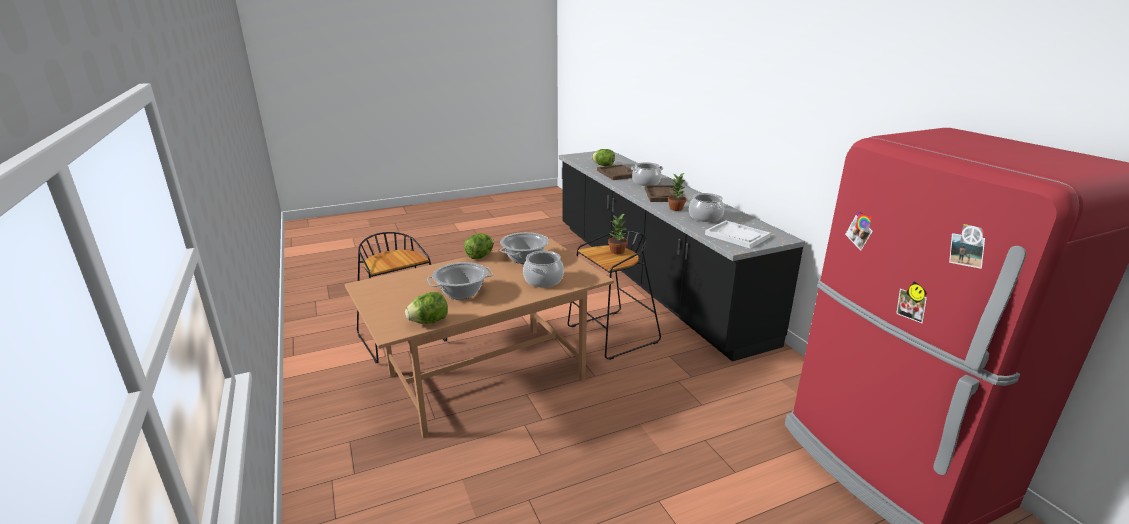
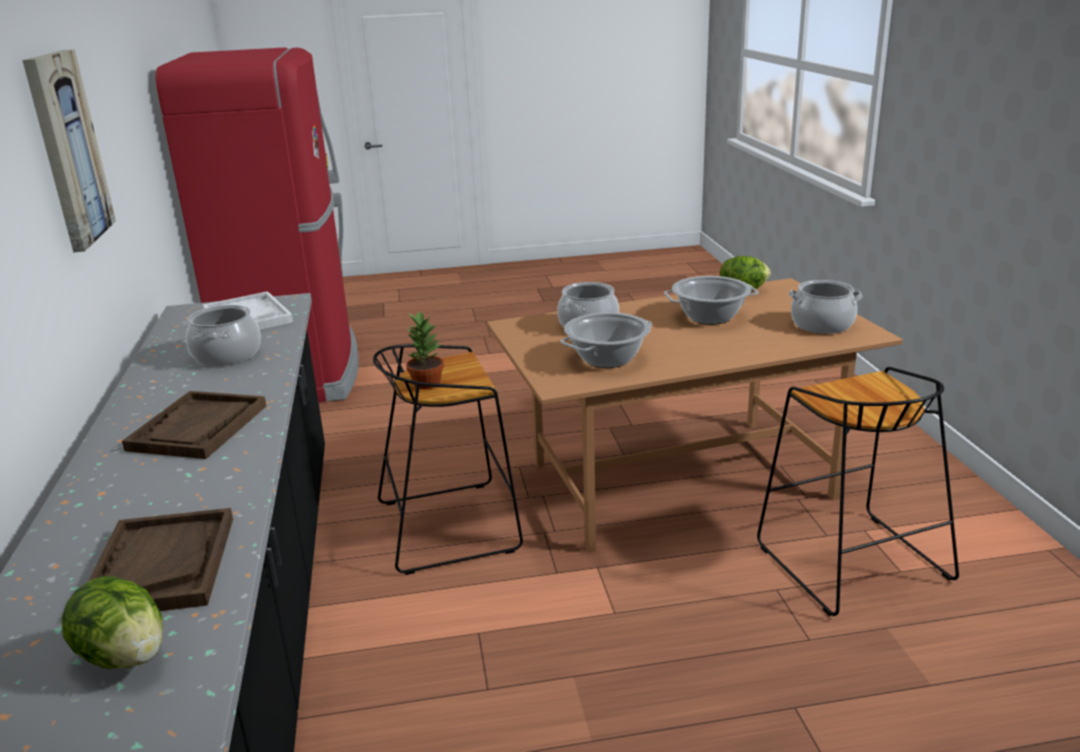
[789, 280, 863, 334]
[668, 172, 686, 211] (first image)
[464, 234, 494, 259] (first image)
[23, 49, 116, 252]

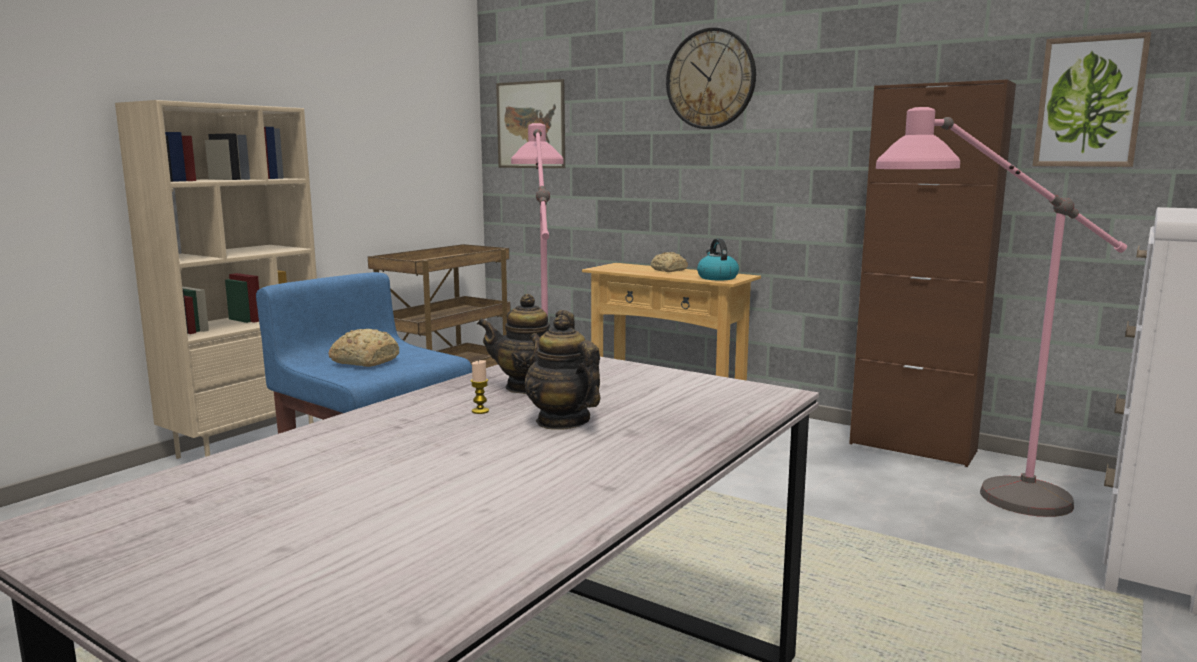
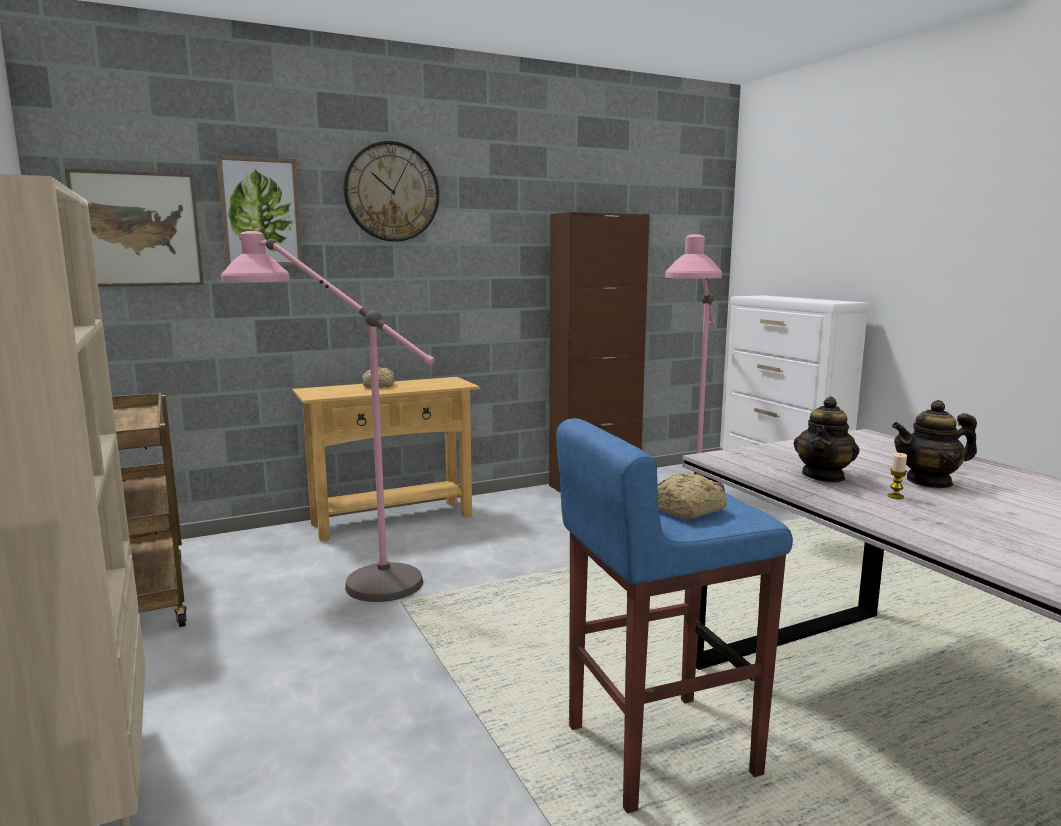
[216, 155, 303, 266]
[697, 238, 739, 280] (first image)

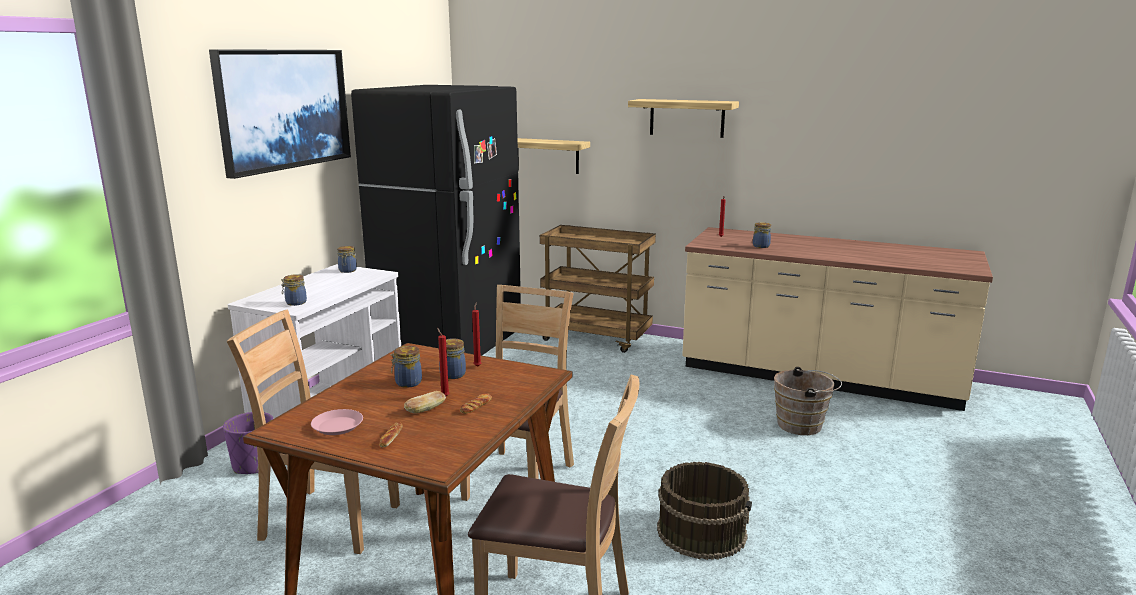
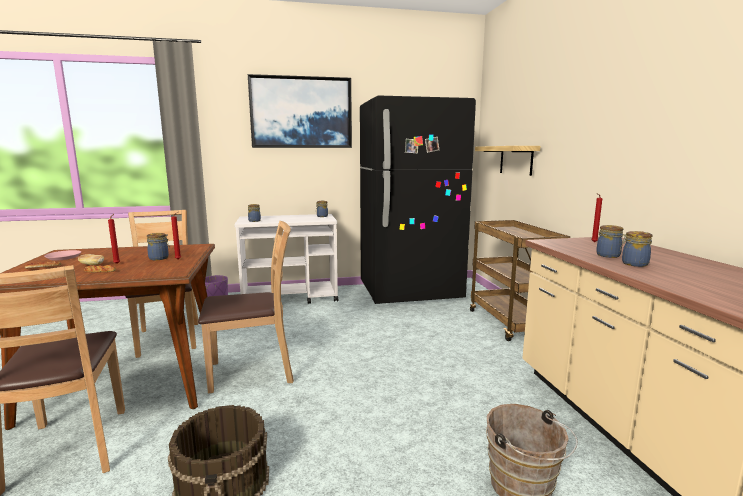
[628, 99, 739, 138] (first image)
[620, 231, 652, 267]

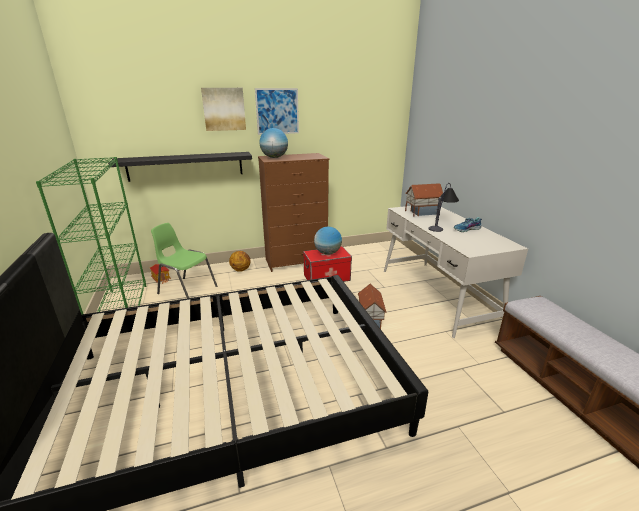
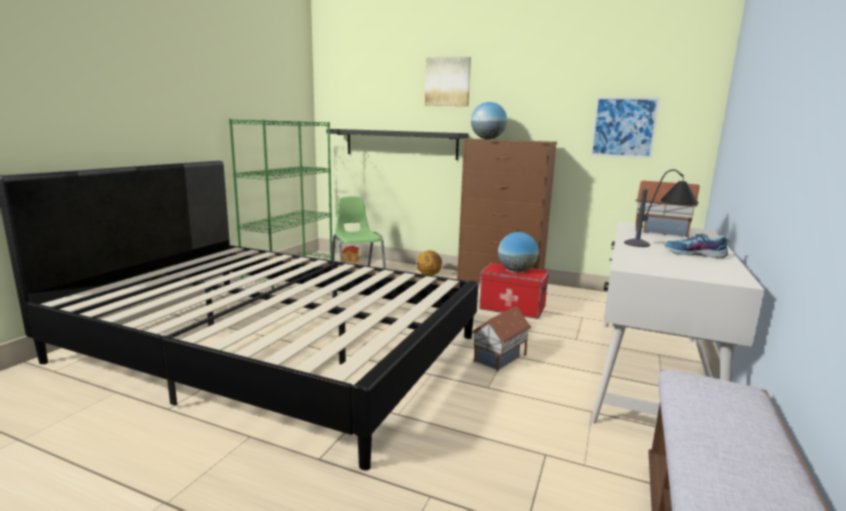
[590, 97, 660, 158]

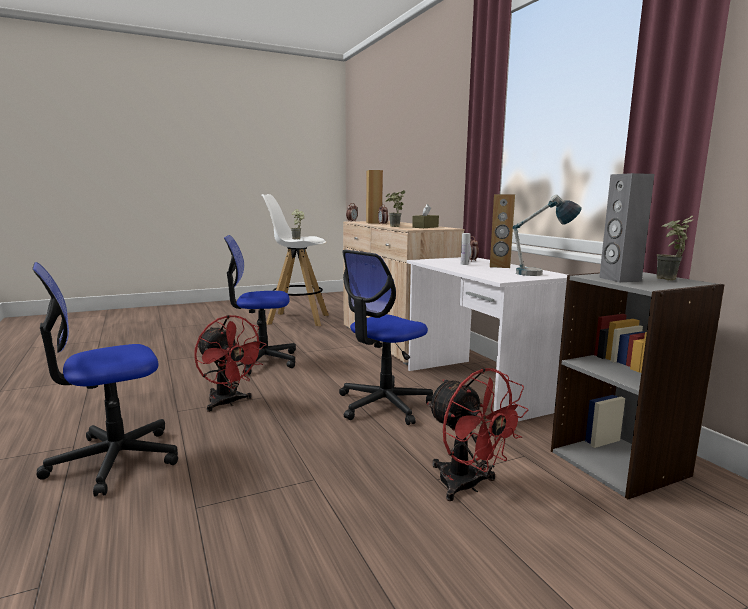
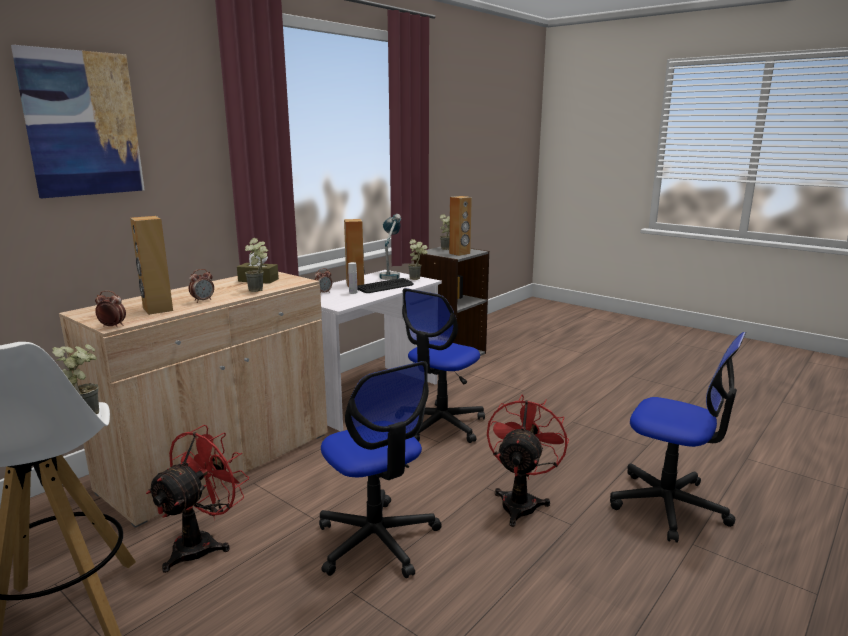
[449, 196, 472, 256]
[402, 288, 485, 443]
[146, 425, 249, 573]
[11, 45, 145, 198]
[408, 239, 428, 280]
[357, 278, 414, 293]

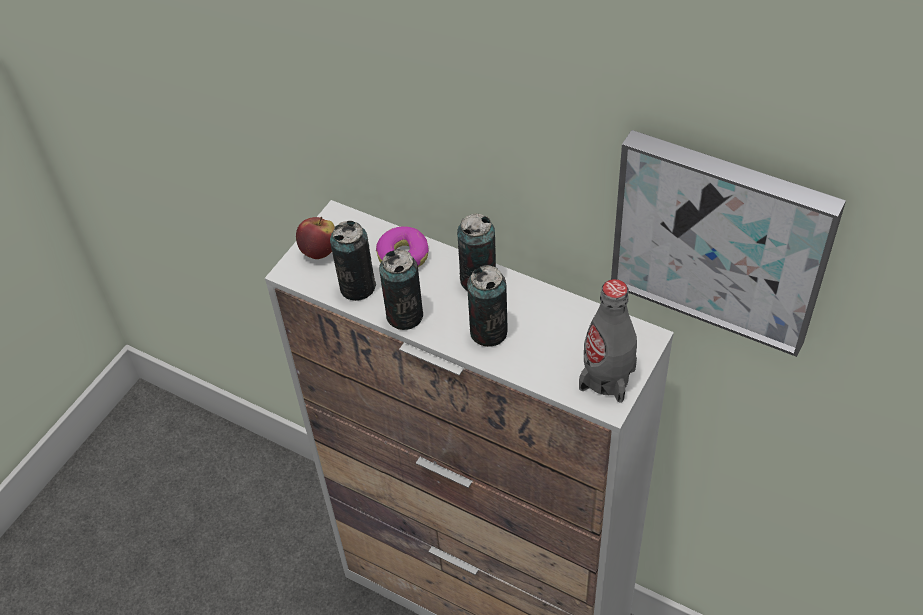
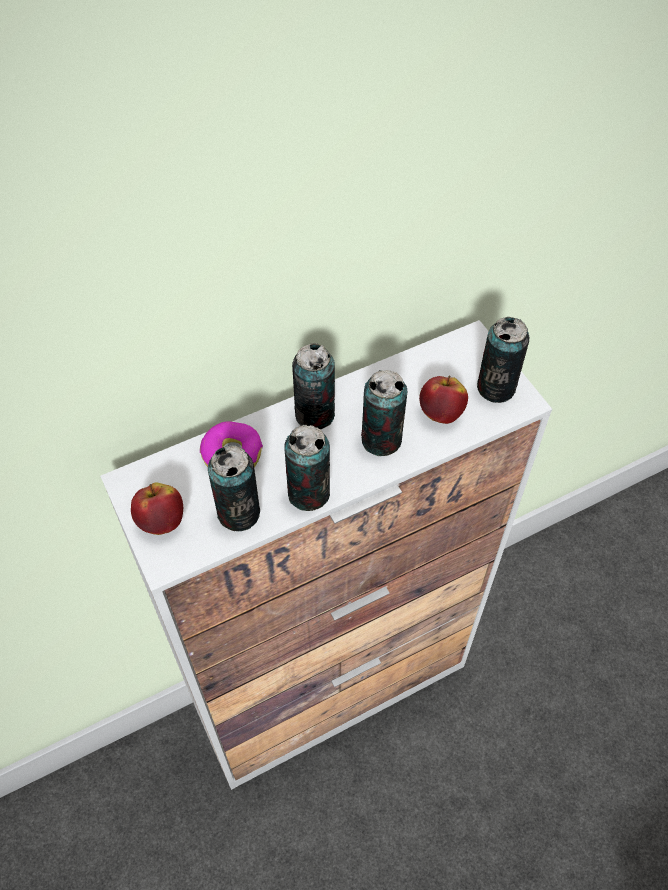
[611, 130, 846, 357] (first image)
[477, 317, 529, 403]
[419, 375, 468, 424]

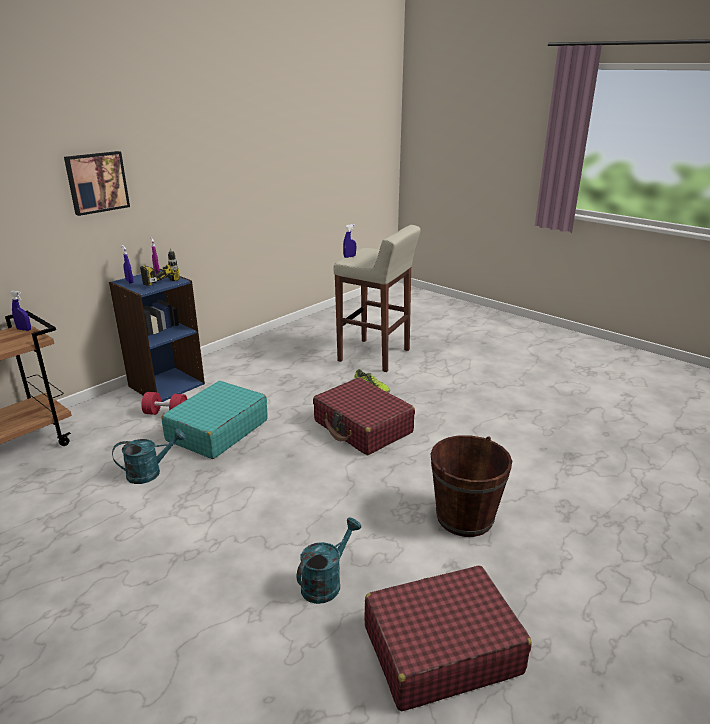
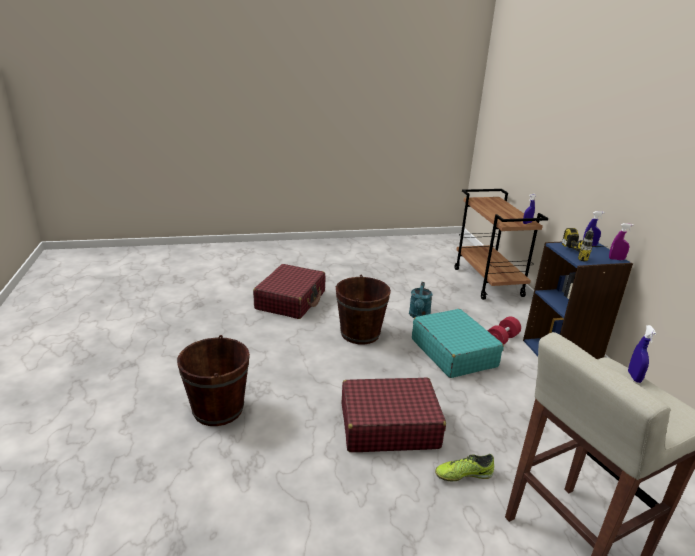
[64, 151, 130, 216] (first image)
[297, 518, 361, 604] (first image)
[253, 264, 326, 319]
[336, 275, 391, 344]

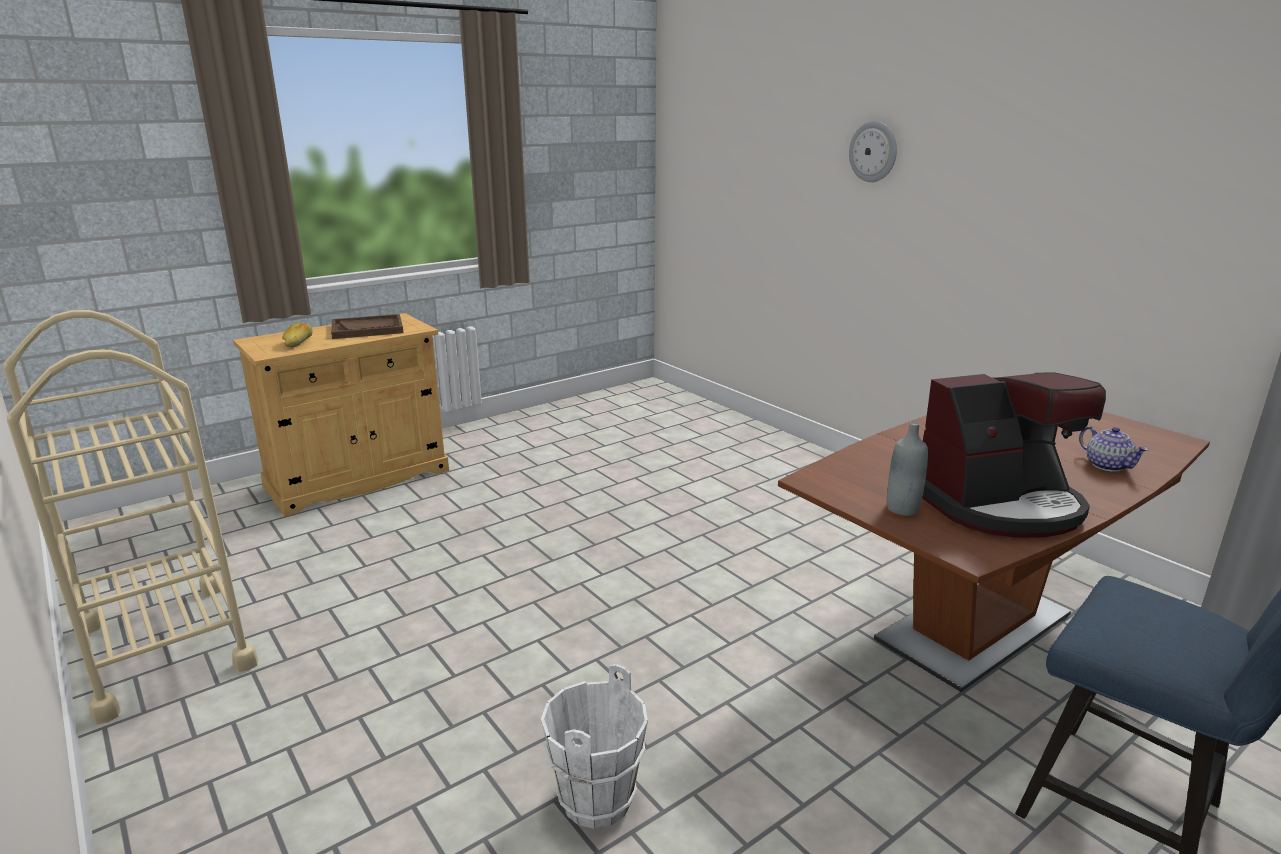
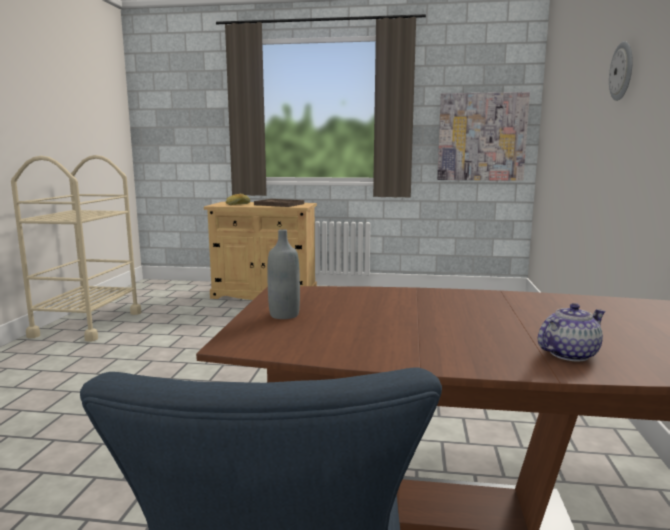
[922, 372, 1106, 538] (first image)
[538, 303, 606, 362]
[541, 664, 648, 829] (first image)
[437, 92, 530, 181]

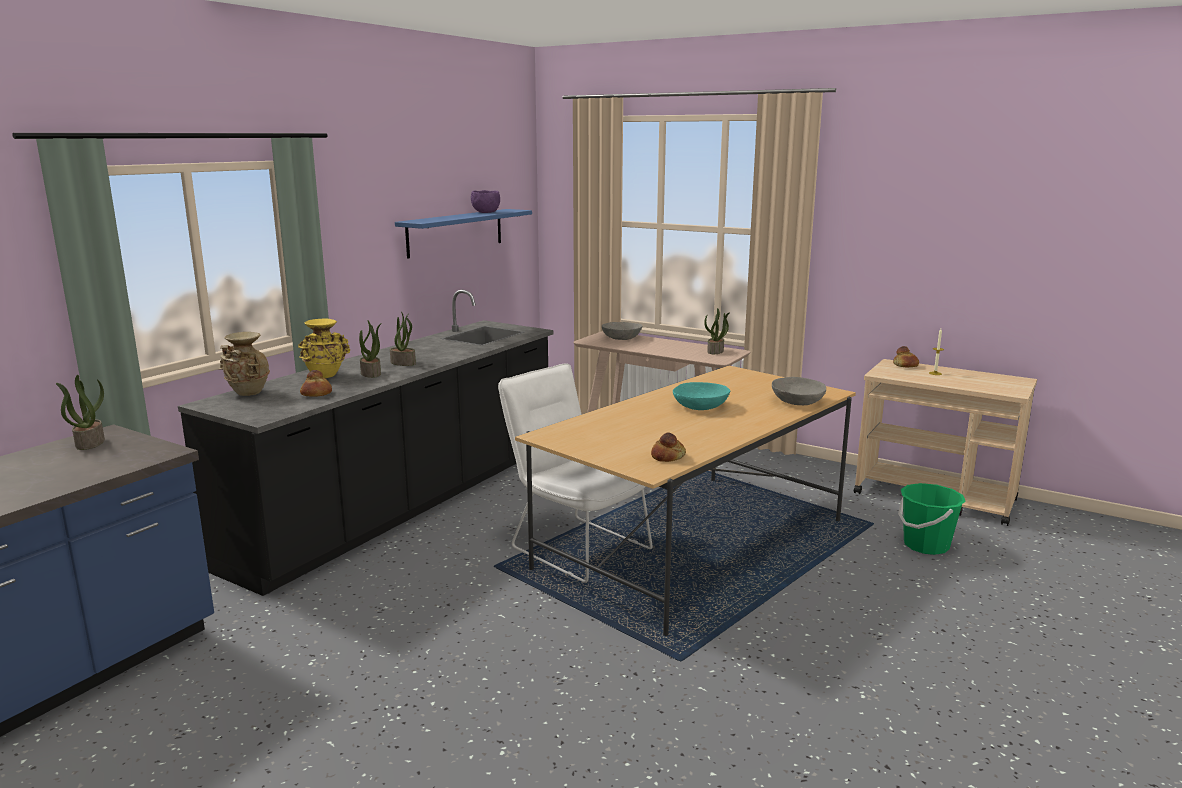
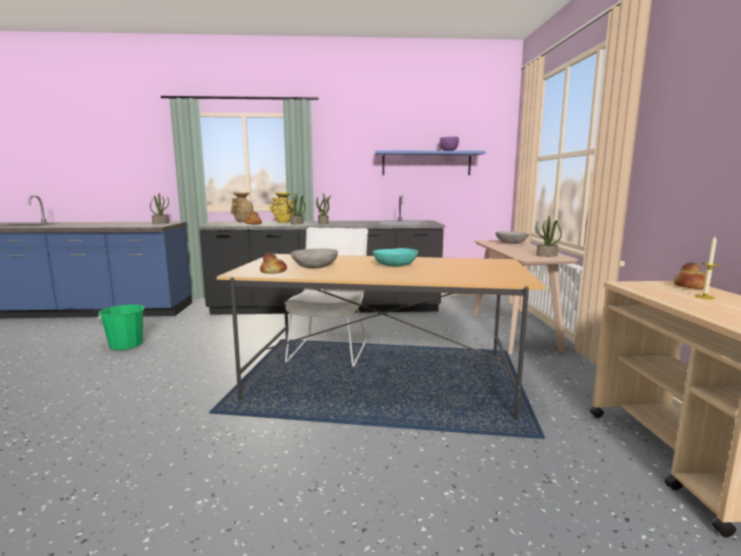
[291, 248, 338, 268]
[98, 305, 145, 350]

